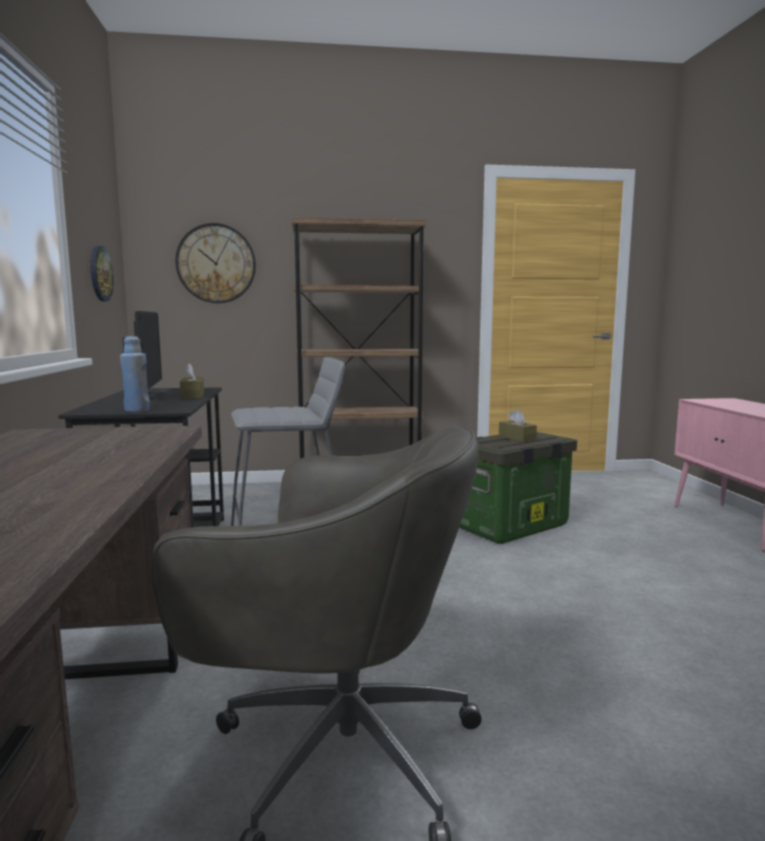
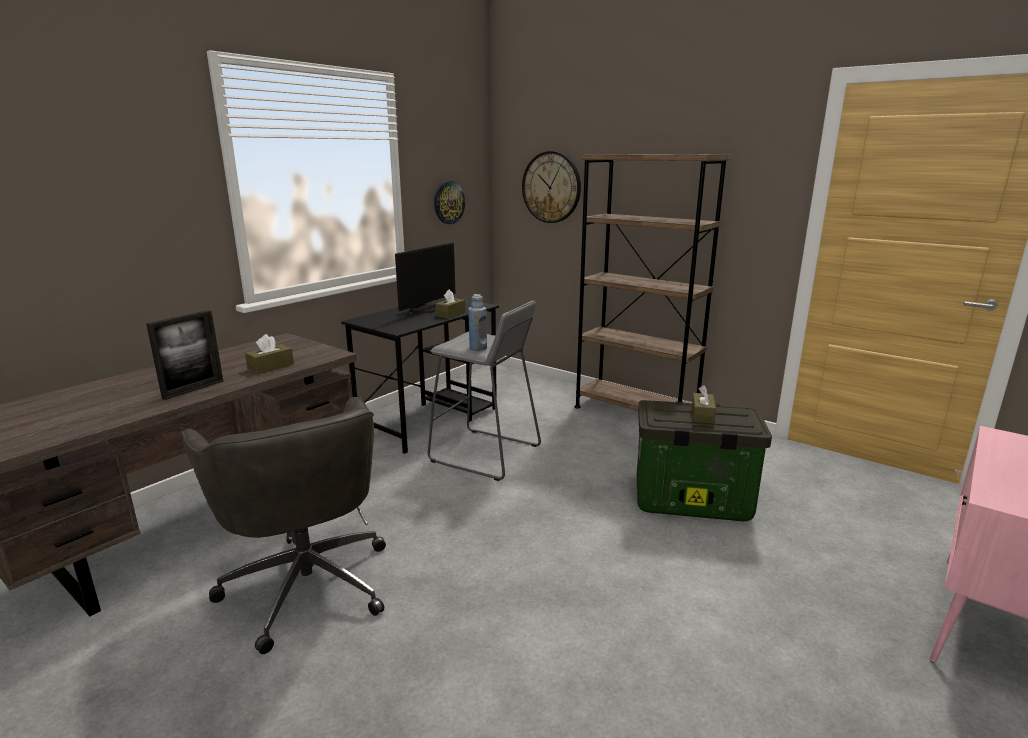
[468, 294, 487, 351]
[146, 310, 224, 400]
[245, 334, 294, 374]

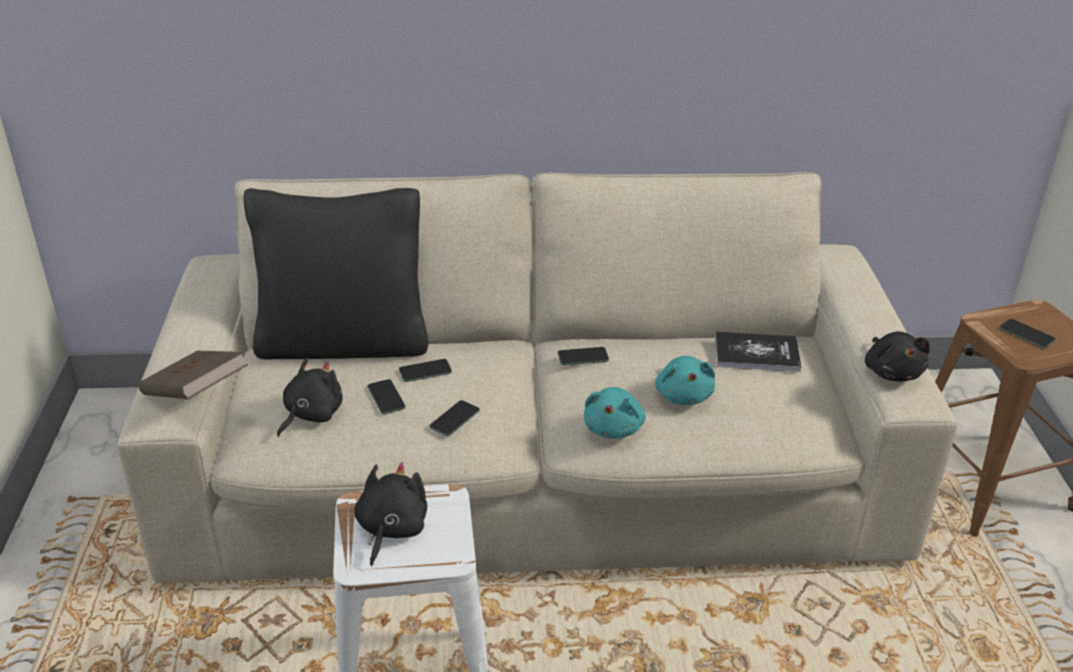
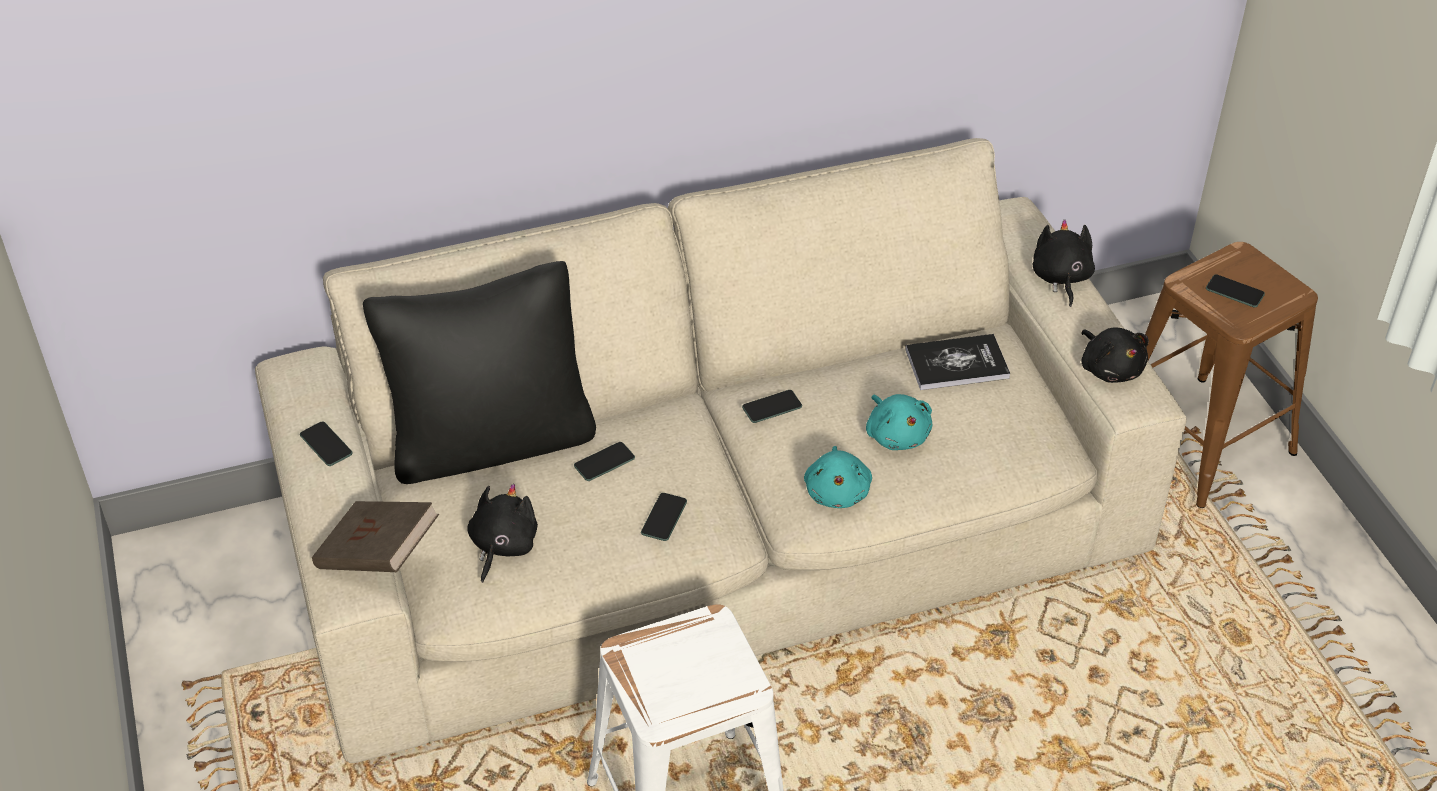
[300, 421, 352, 466]
[1033, 219, 1095, 307]

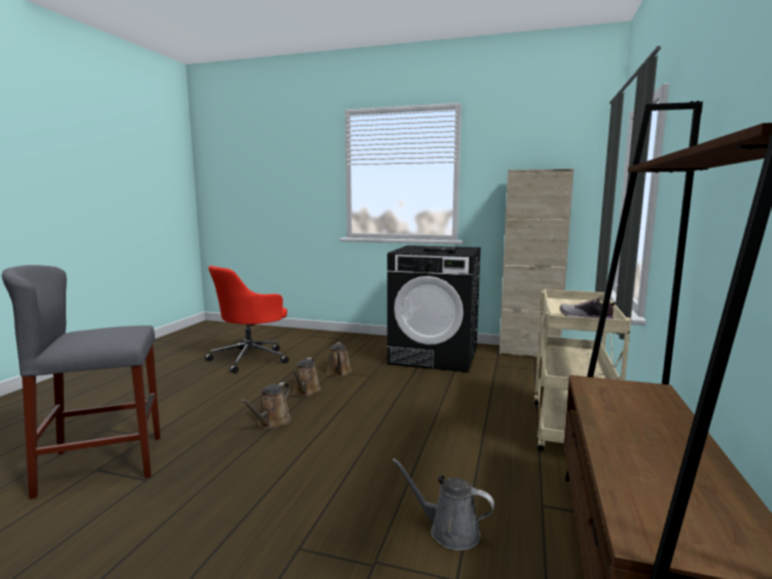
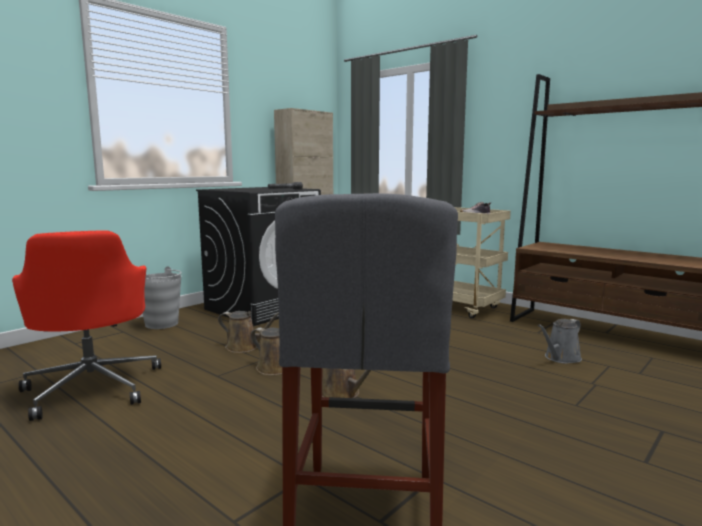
[142, 266, 182, 329]

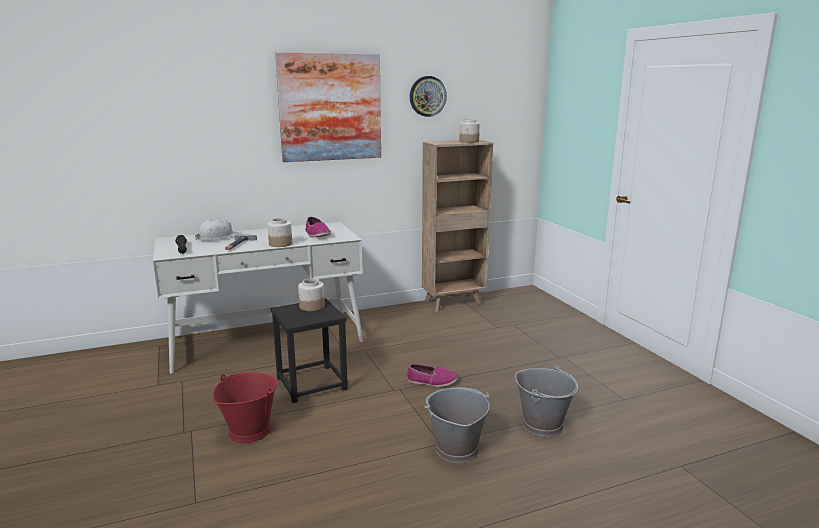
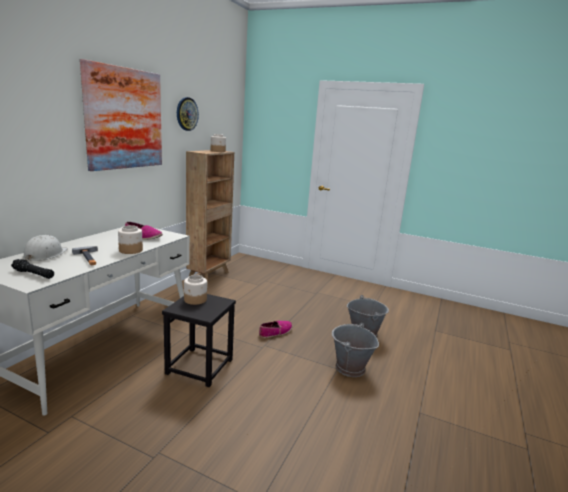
[213, 372, 278, 443] (first image)

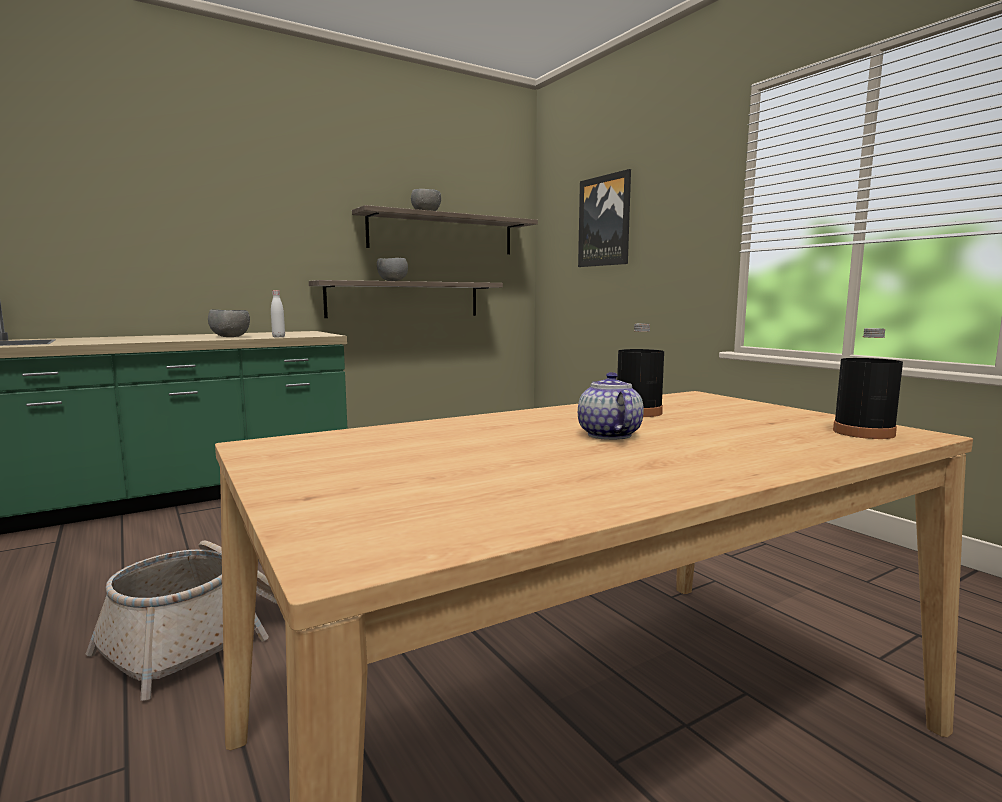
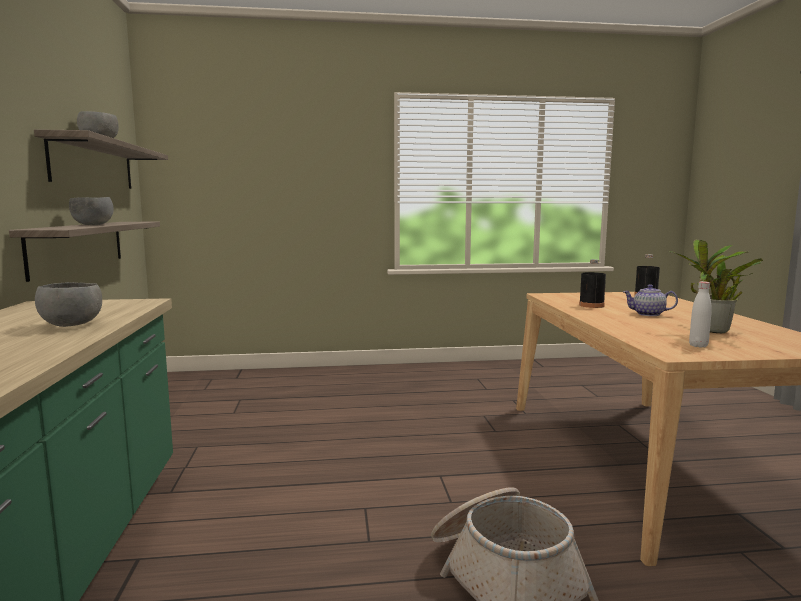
[578, 169, 631, 267] (first image)
[689, 281, 712, 348]
[669, 239, 763, 333]

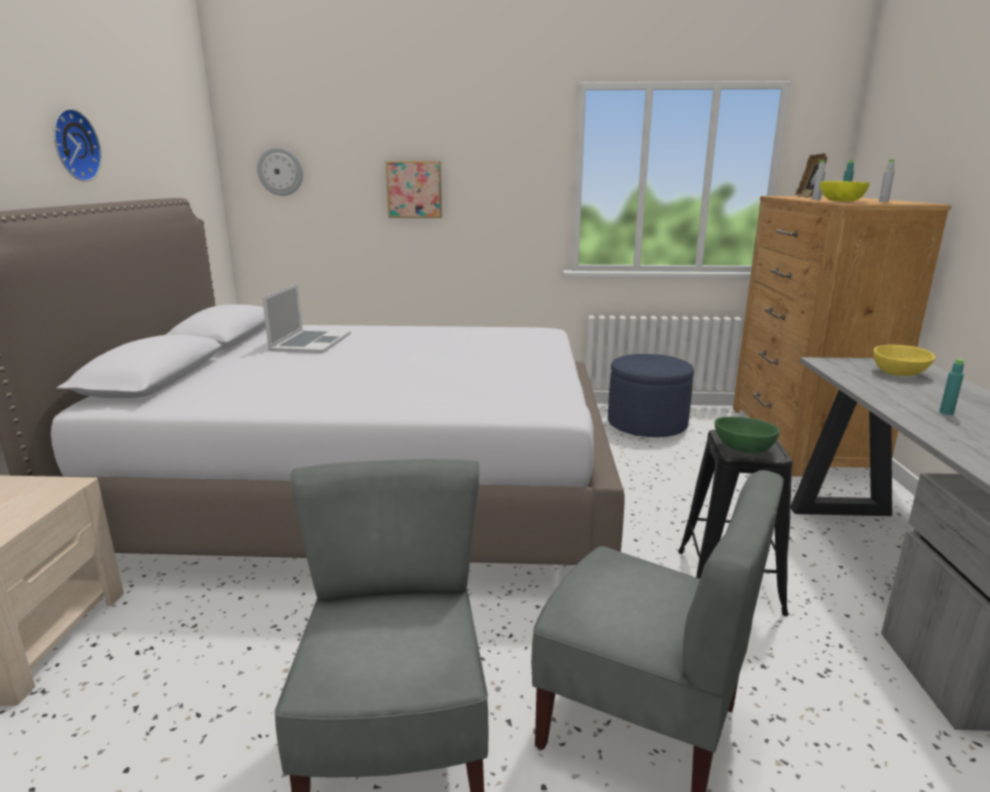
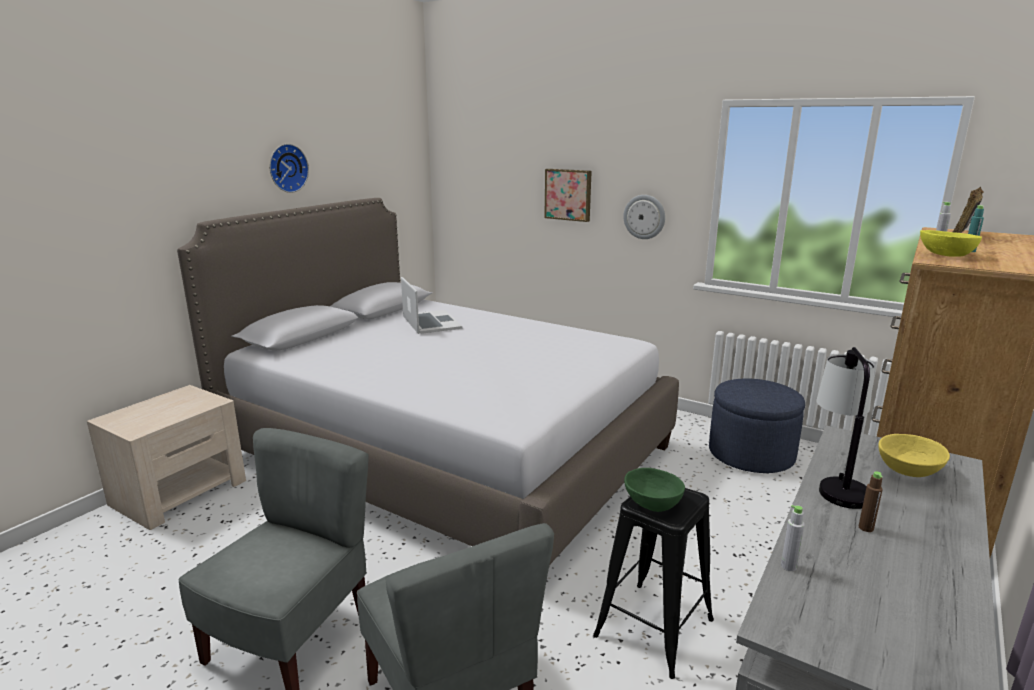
[623, 195, 665, 239]
[781, 505, 804, 571]
[401, 277, 462, 334]
[859, 471, 883, 532]
[816, 347, 875, 509]

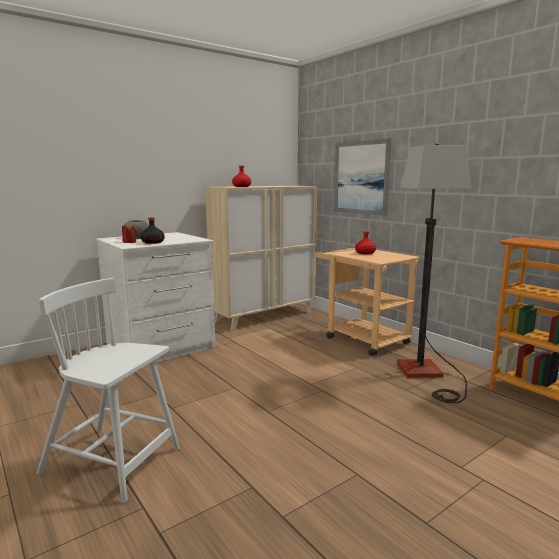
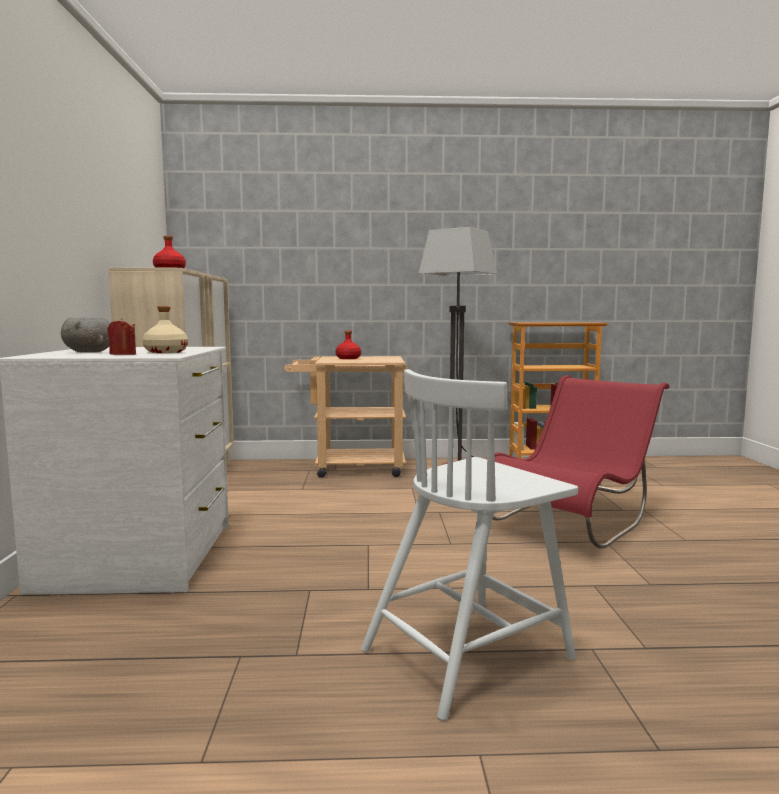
[334, 138, 391, 216] (first image)
[143, 306, 188, 353]
[493, 375, 669, 548]

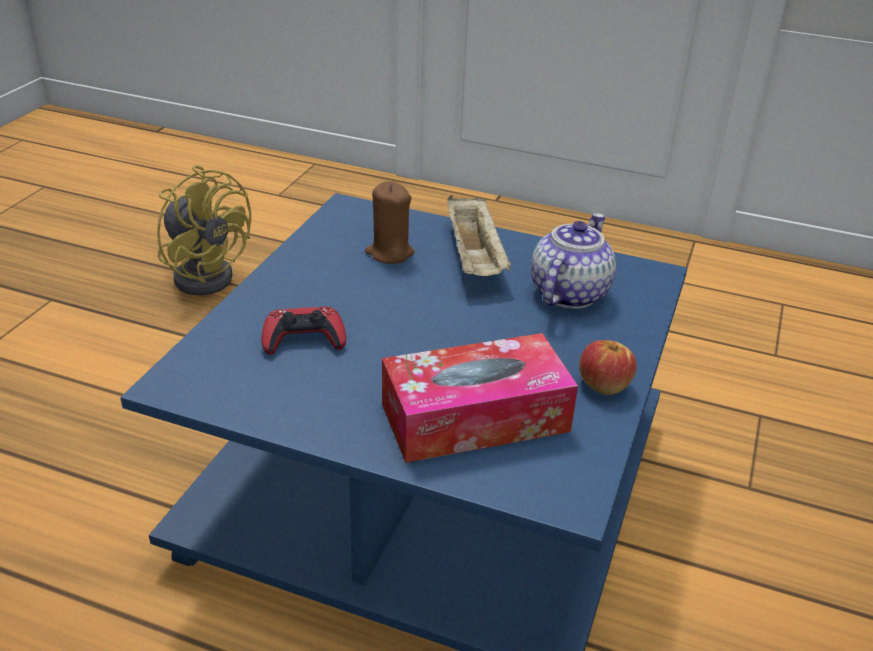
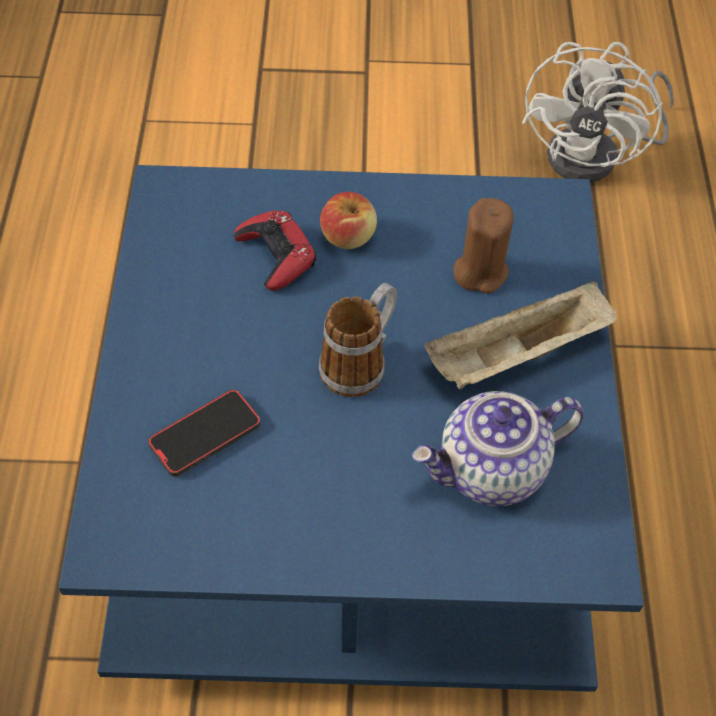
[522, 42, 674, 183]
[412, 391, 584, 506]
[148, 390, 261, 477]
[320, 192, 377, 249]
[319, 283, 397, 397]

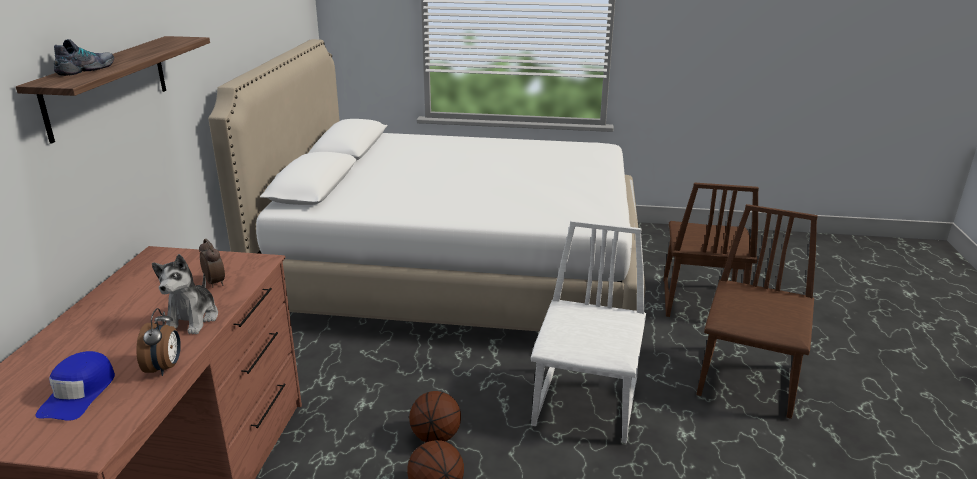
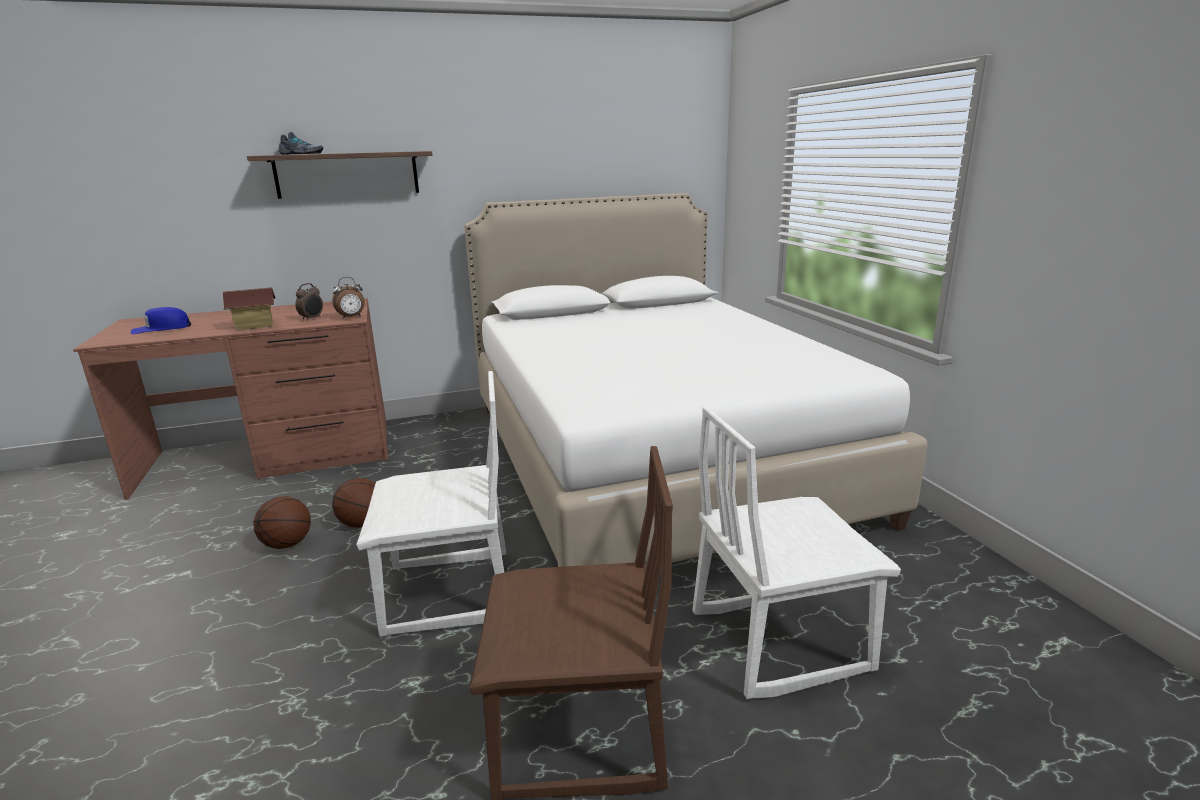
[693, 406, 901, 699]
[223, 287, 276, 330]
[332, 277, 365, 319]

